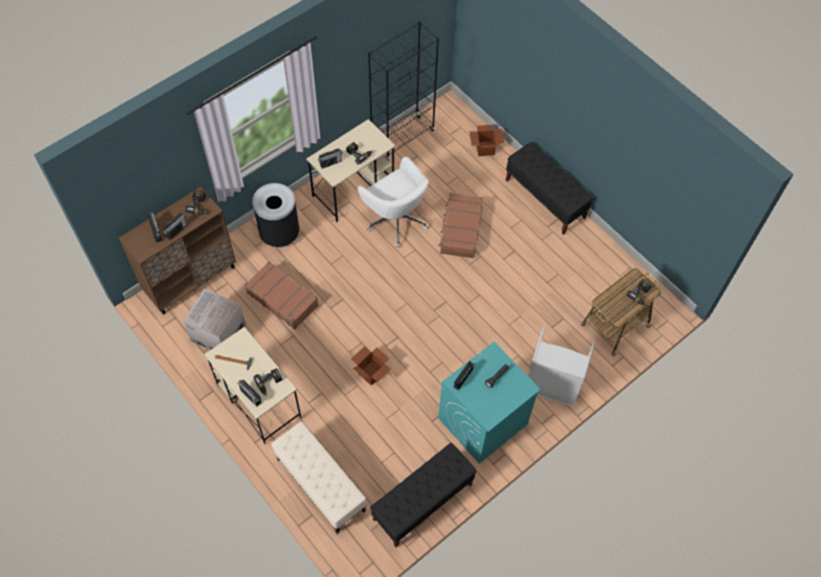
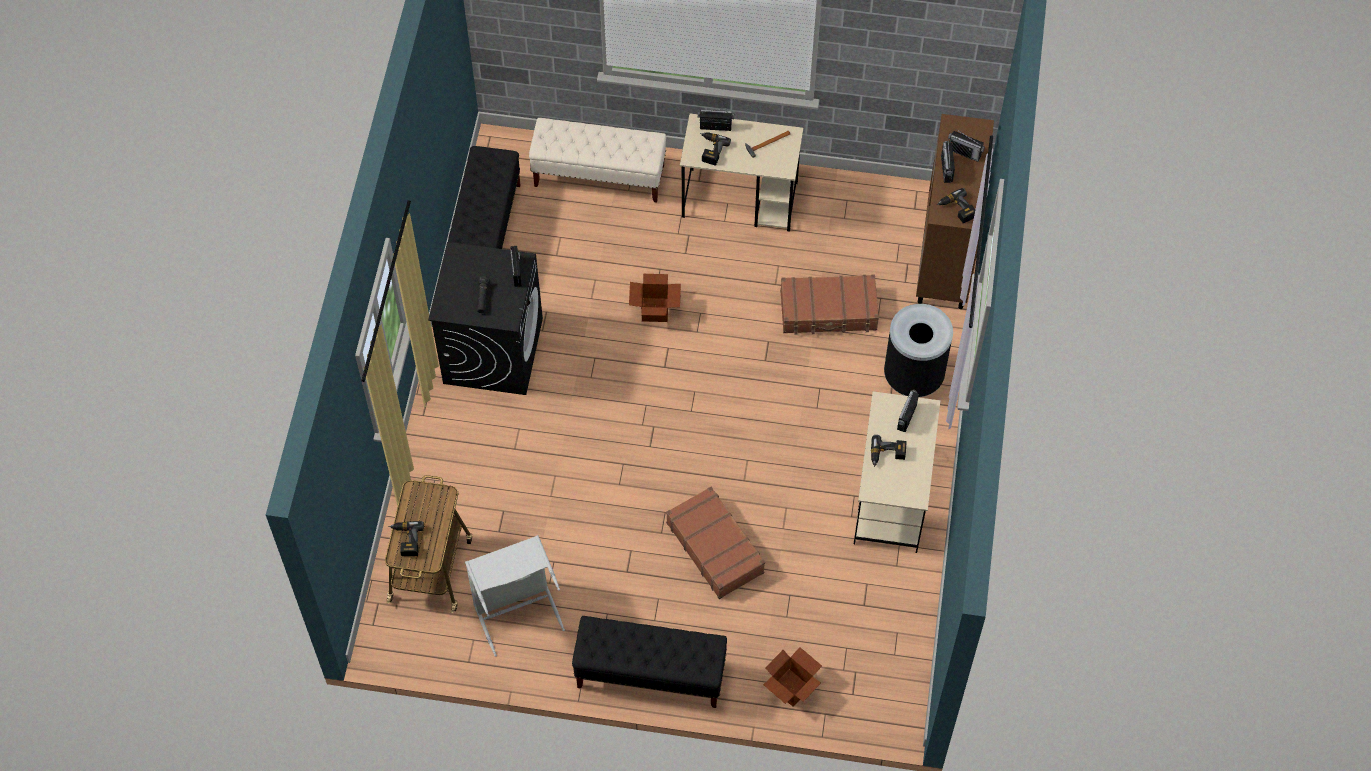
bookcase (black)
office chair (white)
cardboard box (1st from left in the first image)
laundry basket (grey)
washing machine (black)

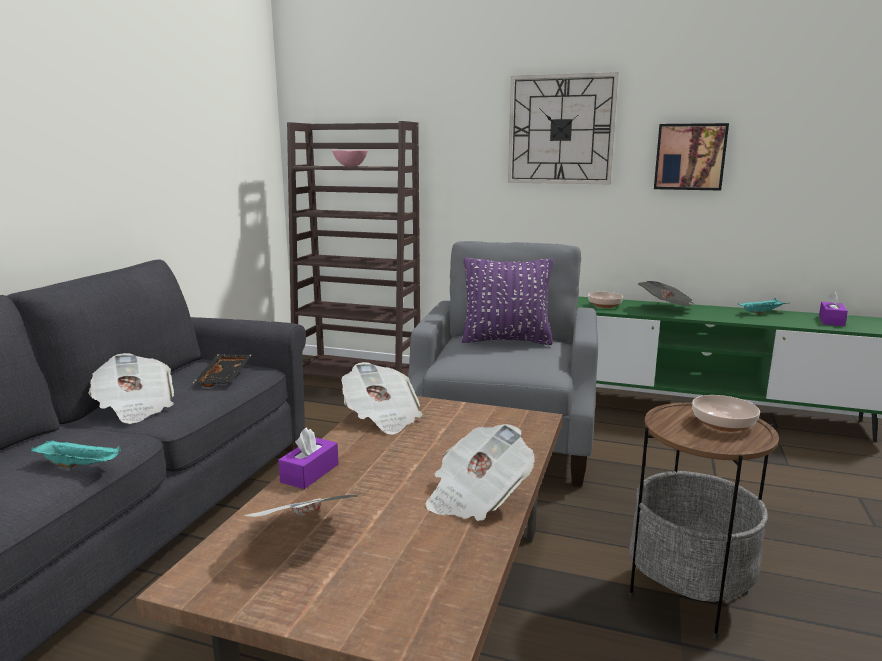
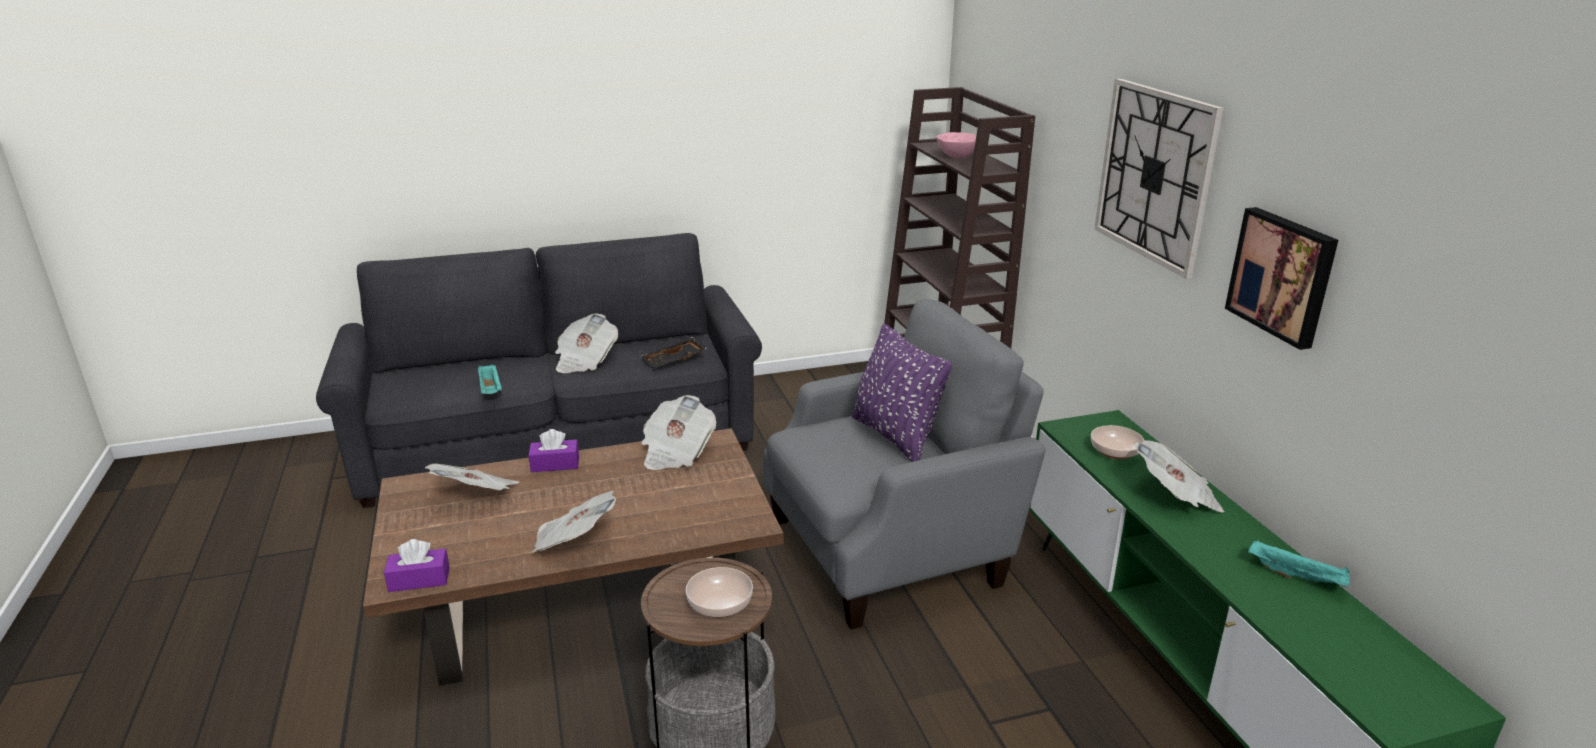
tissue box (purple) (1st from left)

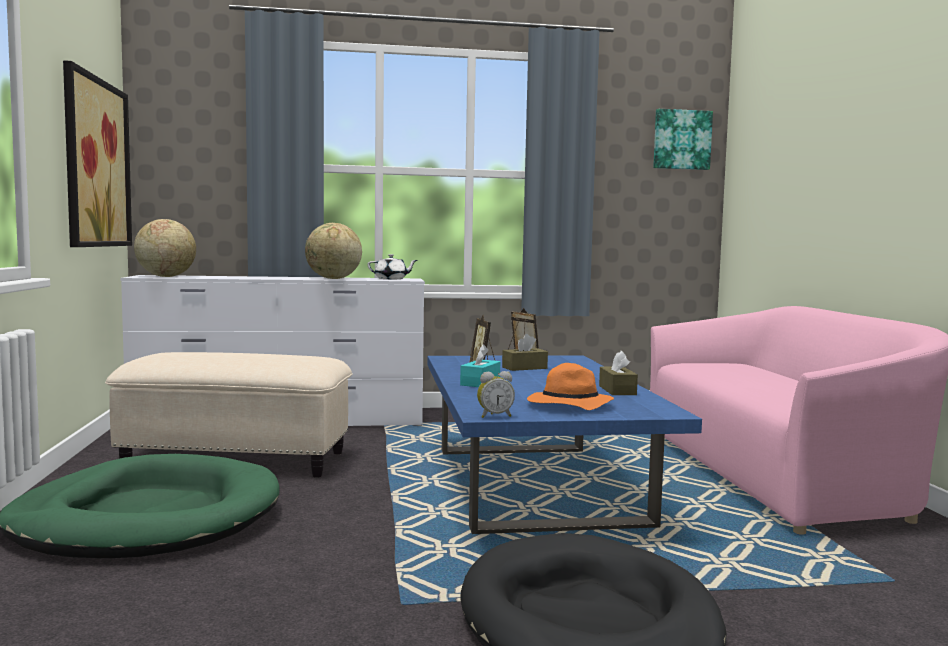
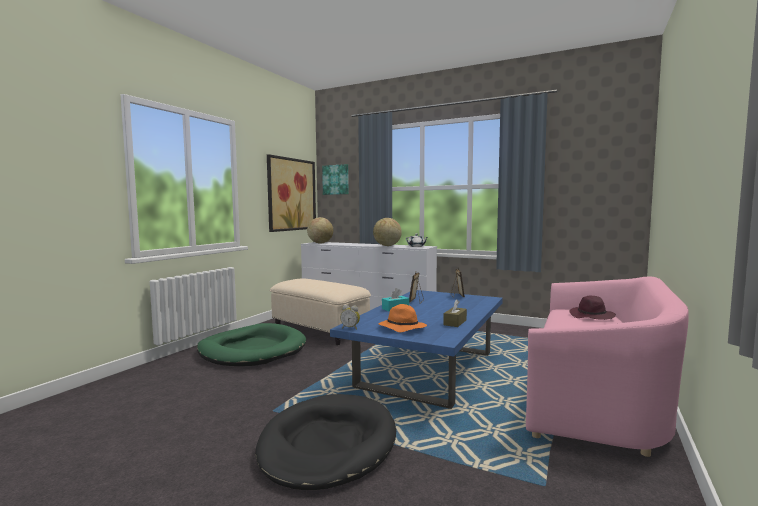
picture (2nd from left)
tissue box (brown) (1st from left in the first image)
hat (purple)

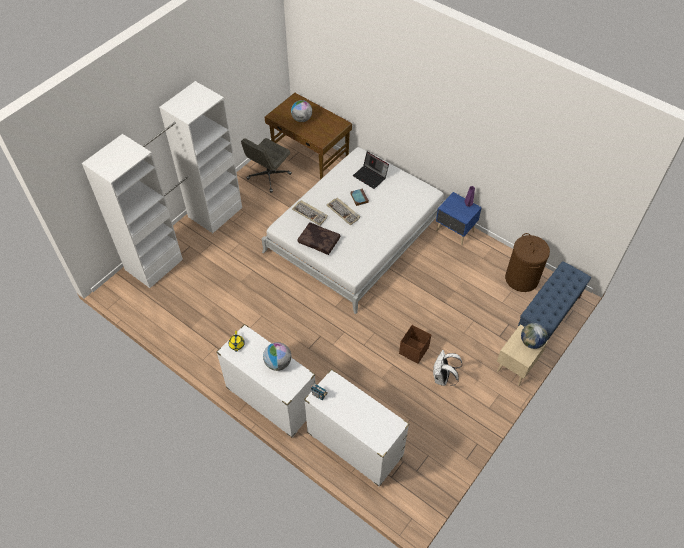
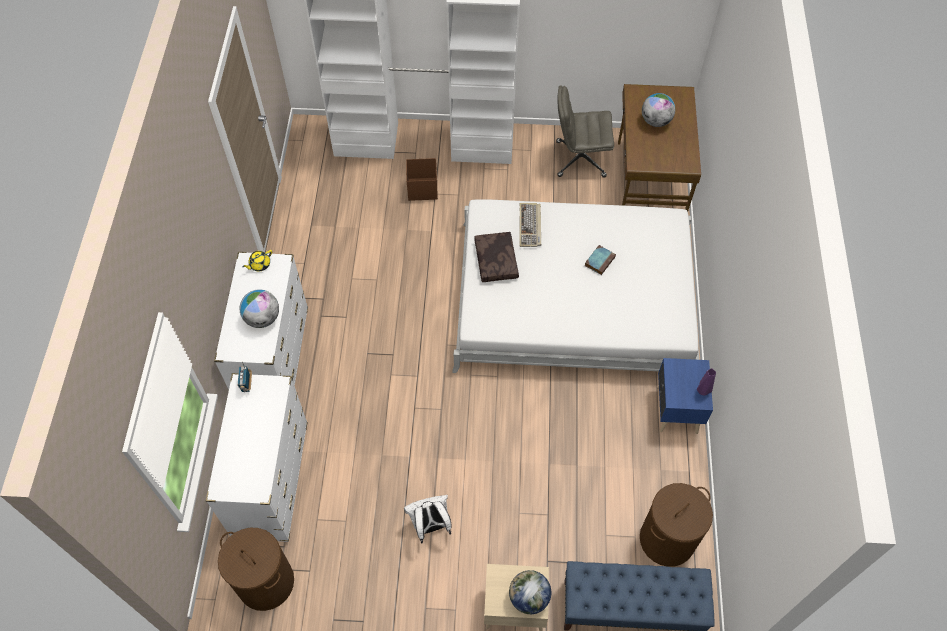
laptop
keyboard (2nd from left in the first image)
storage box (brown)
laundry basket (brown) (1st from left)

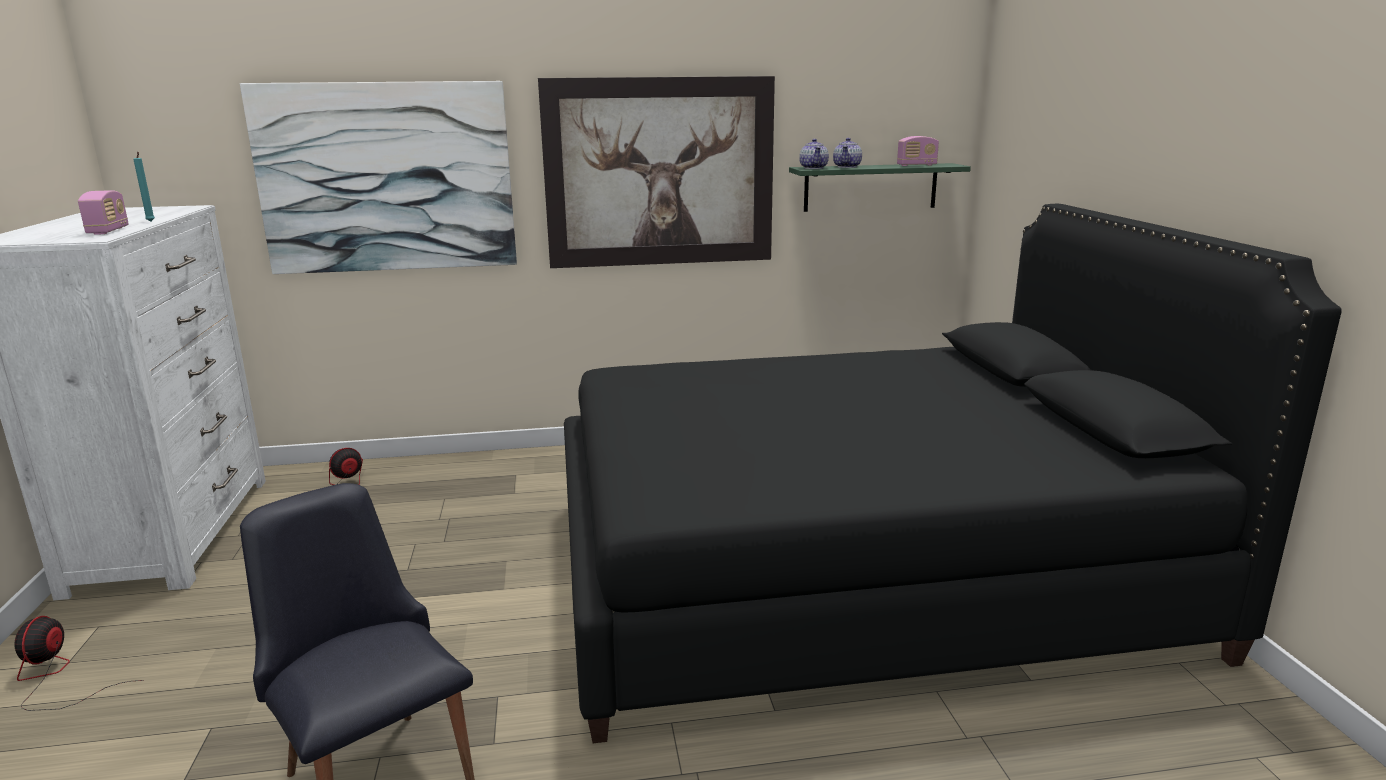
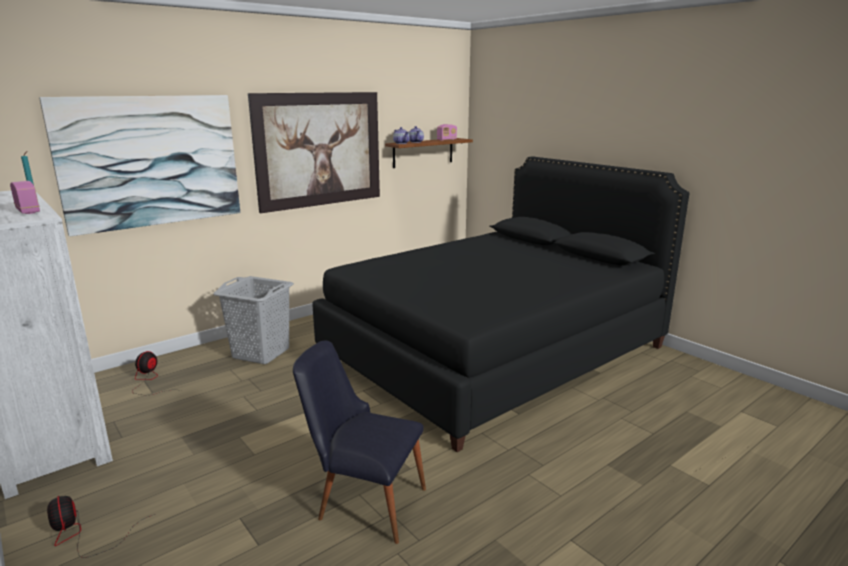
shelf (brown)
laundry basket (grey)

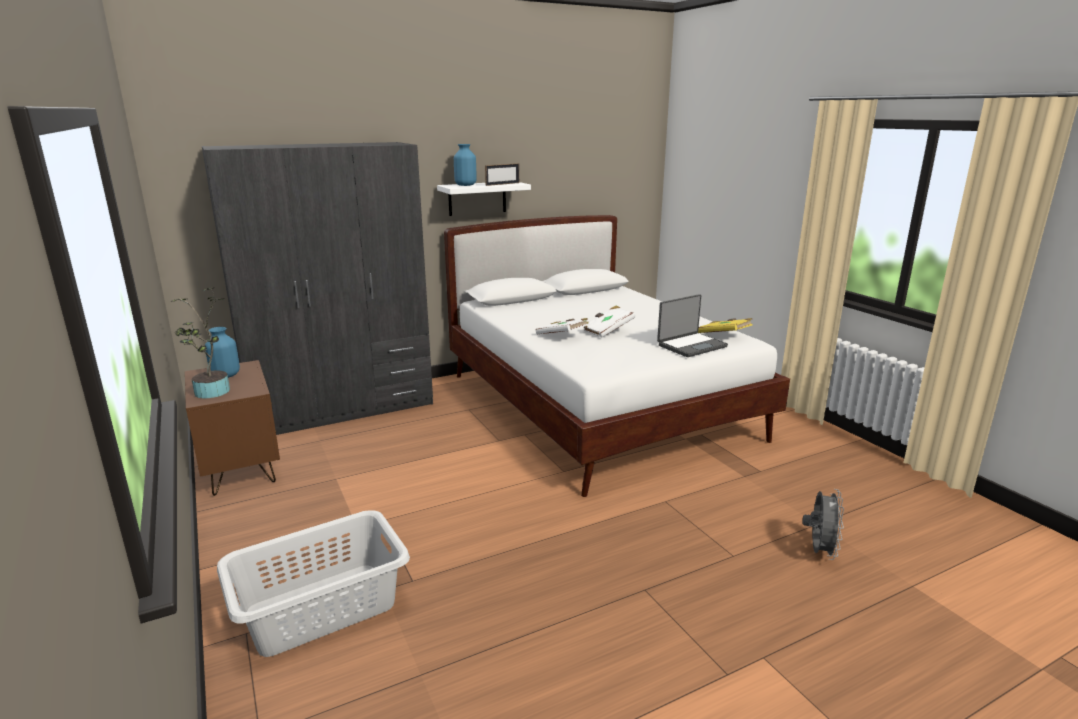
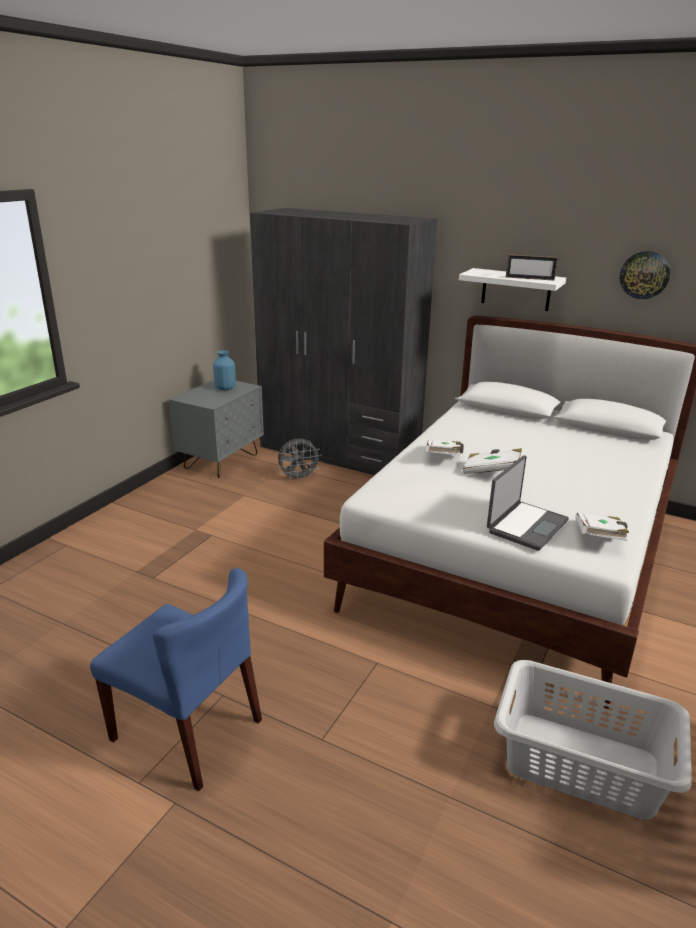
vase (blue) (2nd from left in the first image)
potted plant
laptop
book (white) (3rd from left)
nightstand (grey)
fan (grey)
laundry basket (grey)
wall clock
chair (blue)

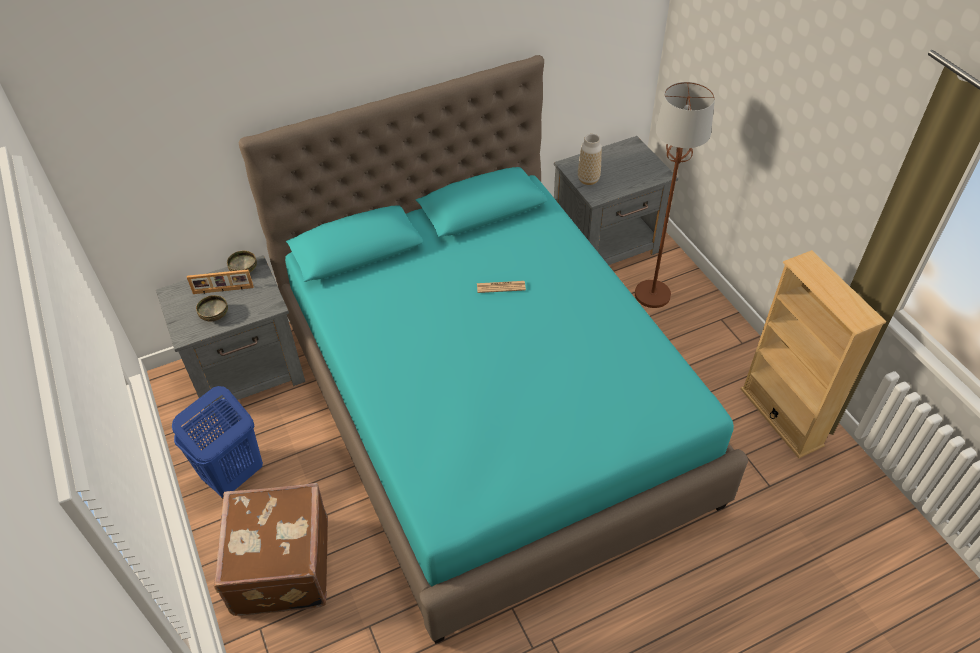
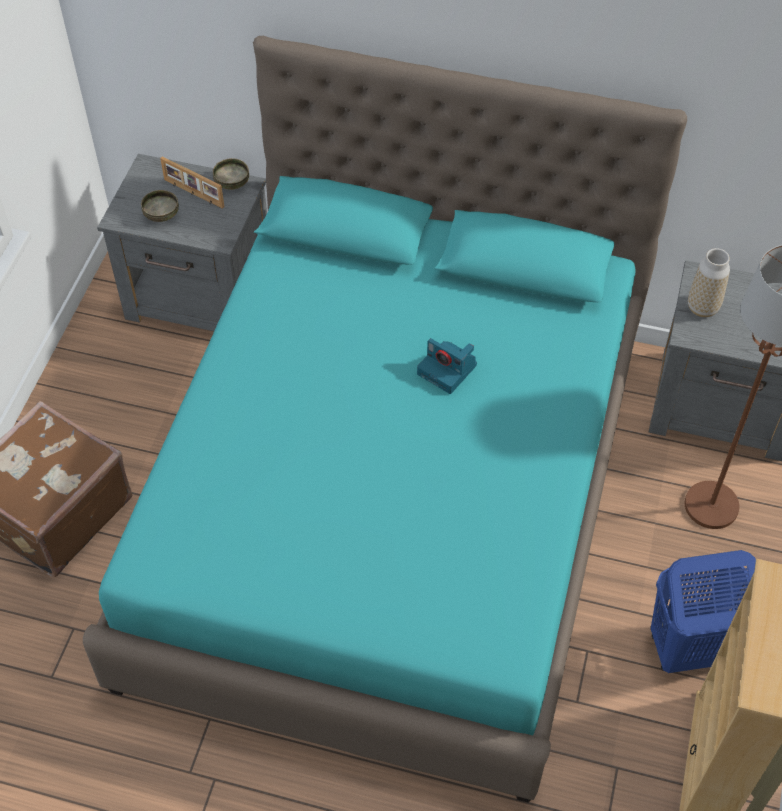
photo camera
laundry basket (blue)

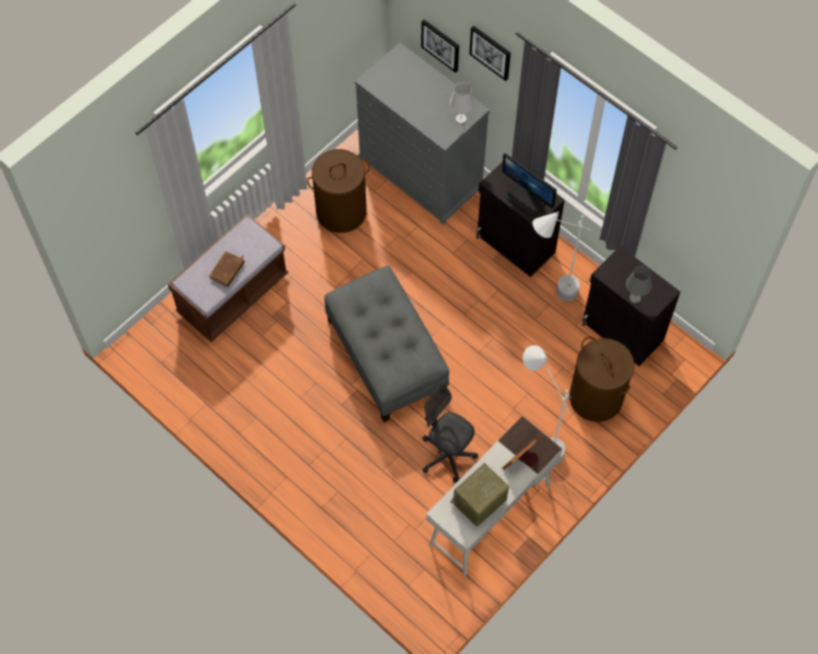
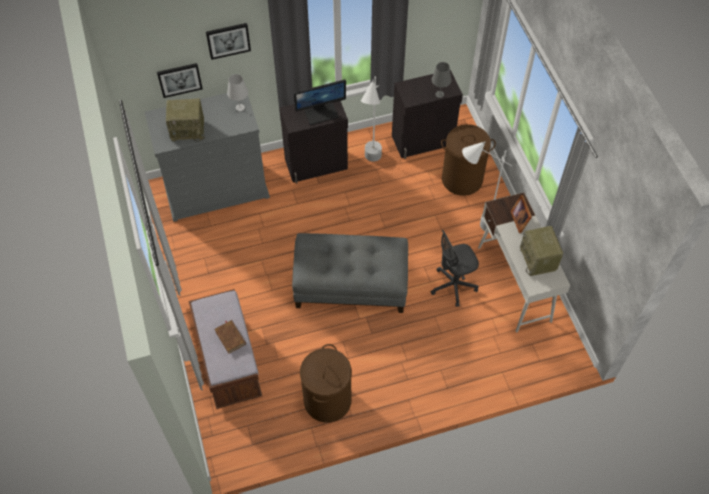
laundry basket (brown) (1st from left)
radio (1st from left)

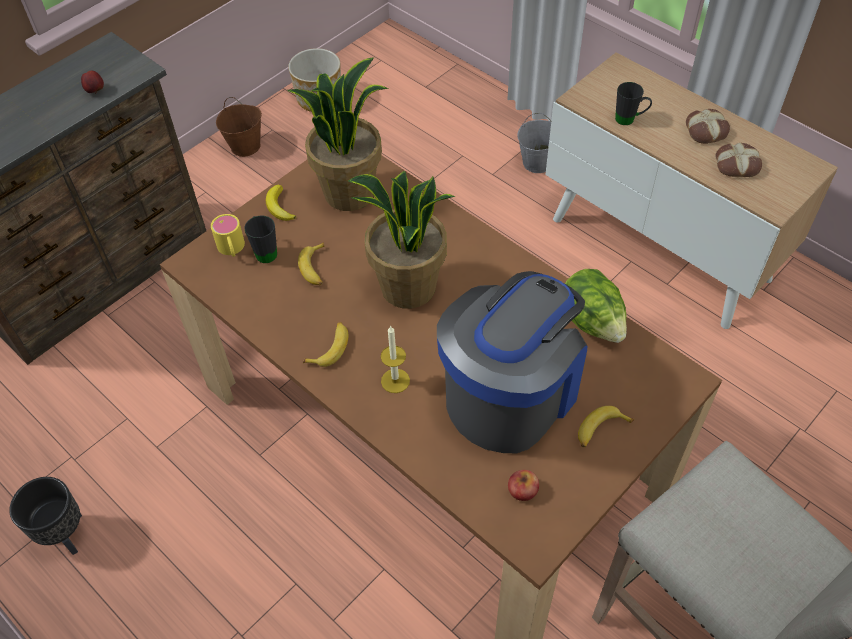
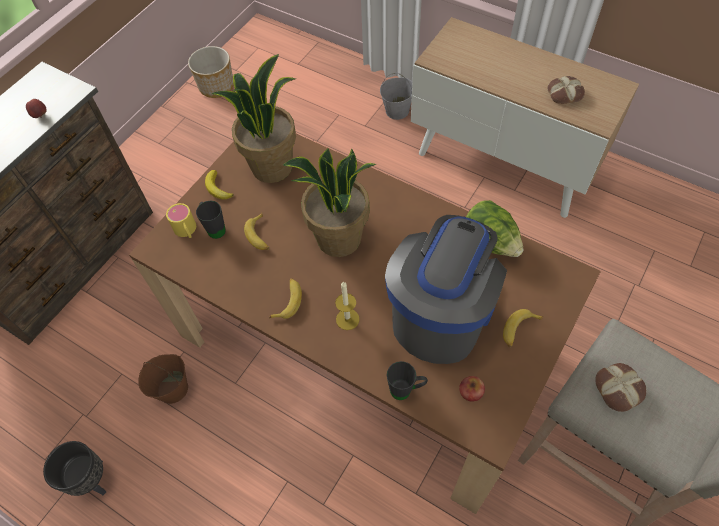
mug (black) (2nd from left)
bucket (brown)
bread (2nd from left)

